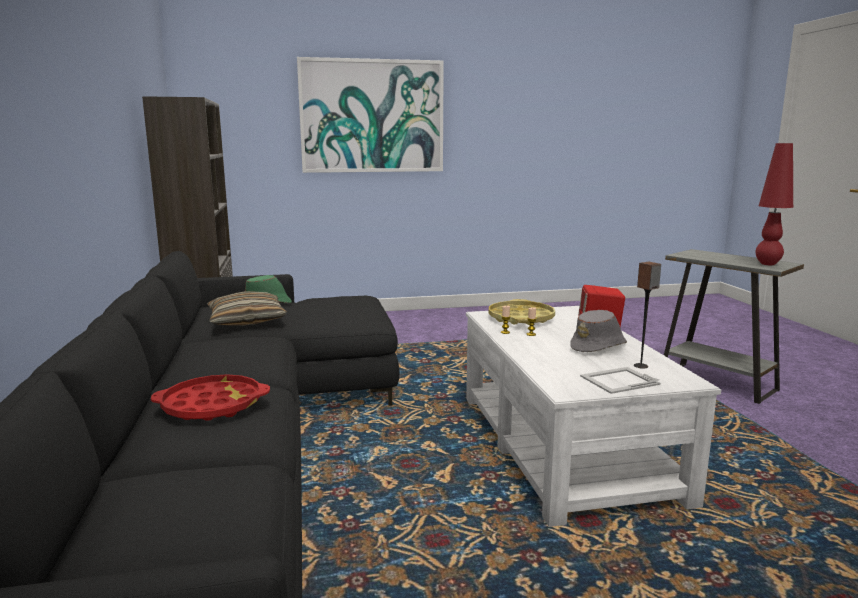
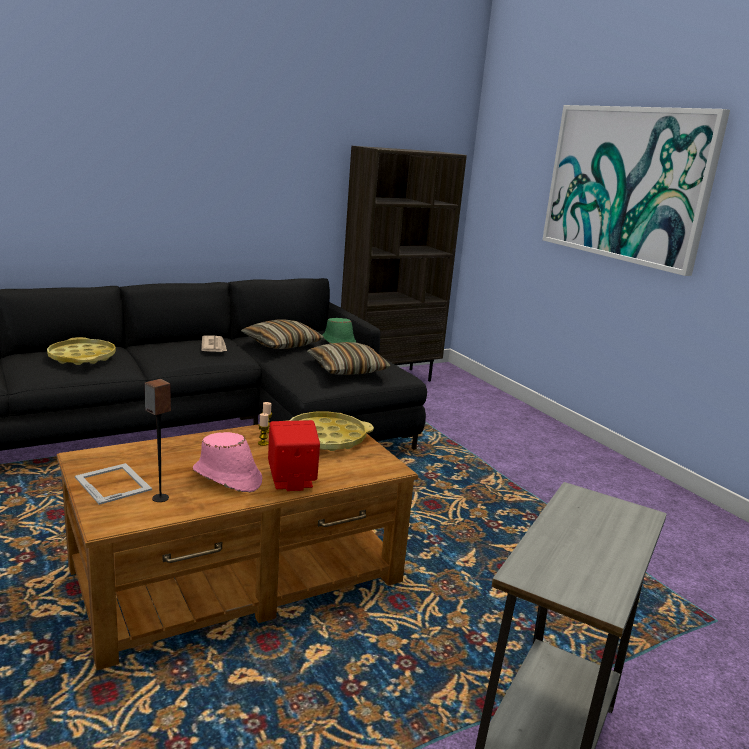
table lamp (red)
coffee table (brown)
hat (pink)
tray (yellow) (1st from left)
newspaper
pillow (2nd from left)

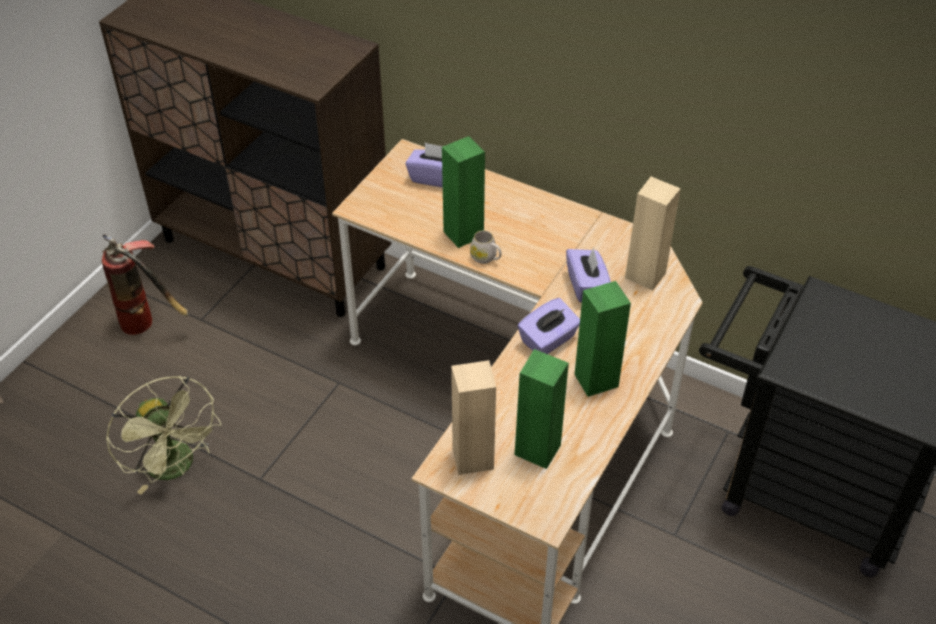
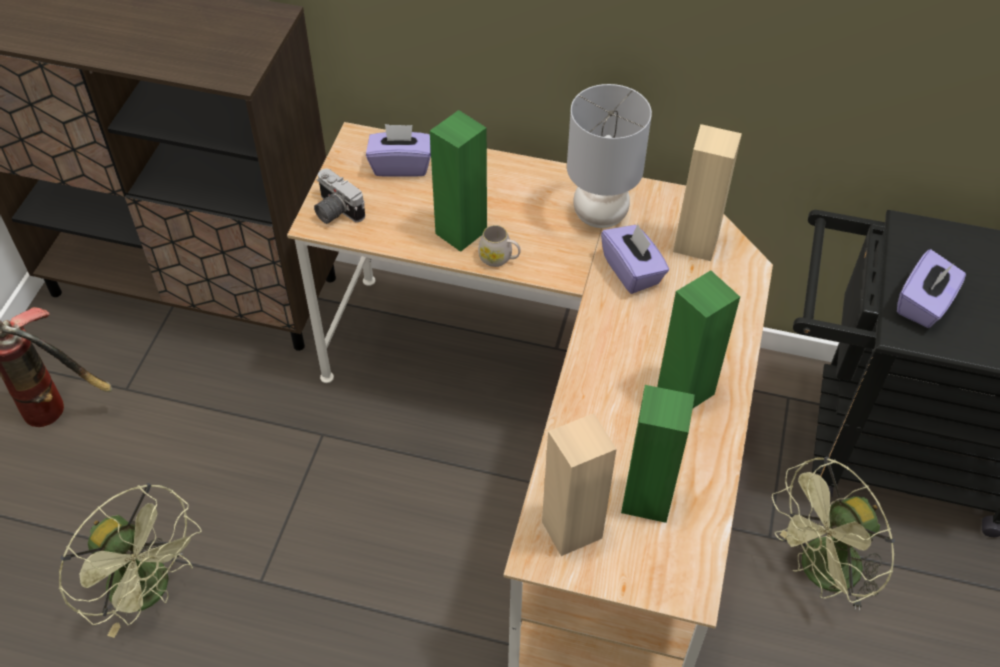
tissue box (purple) (3rd from left)
table lamp (grey)
photo camera
fan (green) (2nd from left)

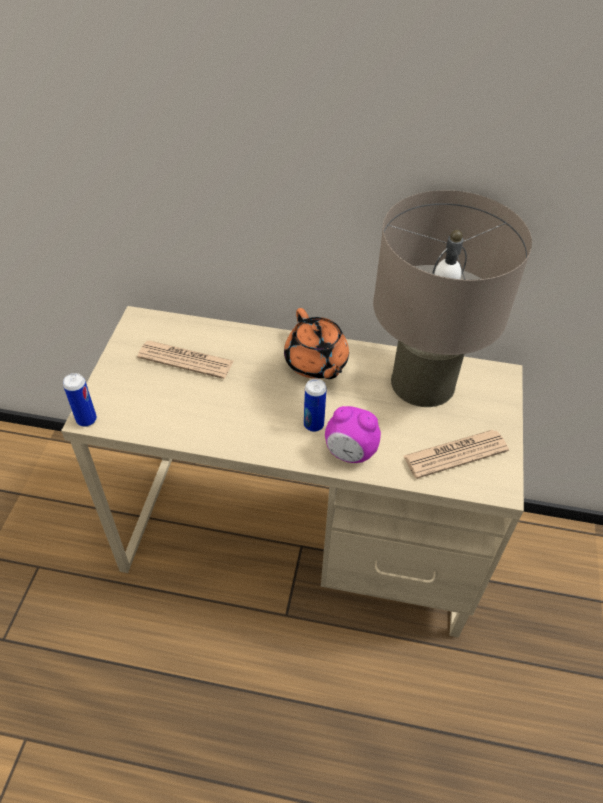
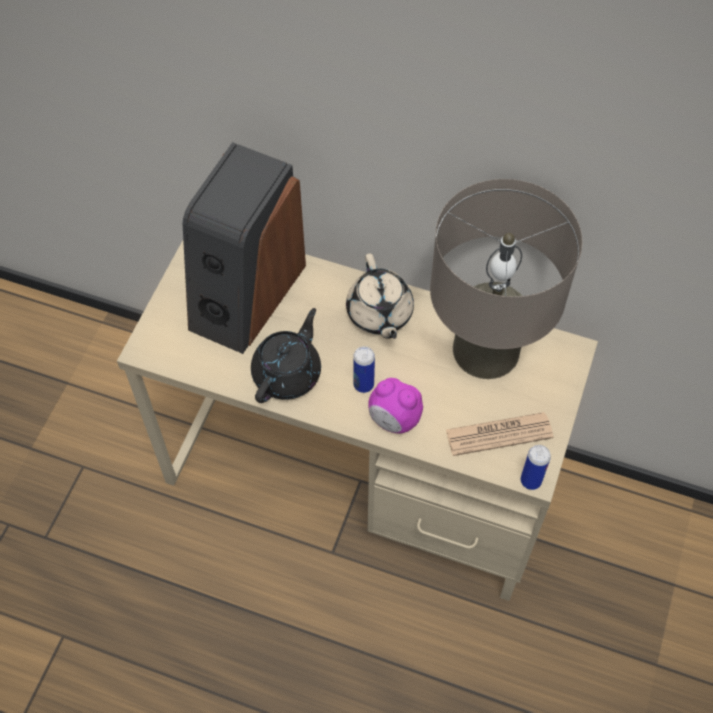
teapot (beige)
speaker
can (2nd from left)
teapot (black)

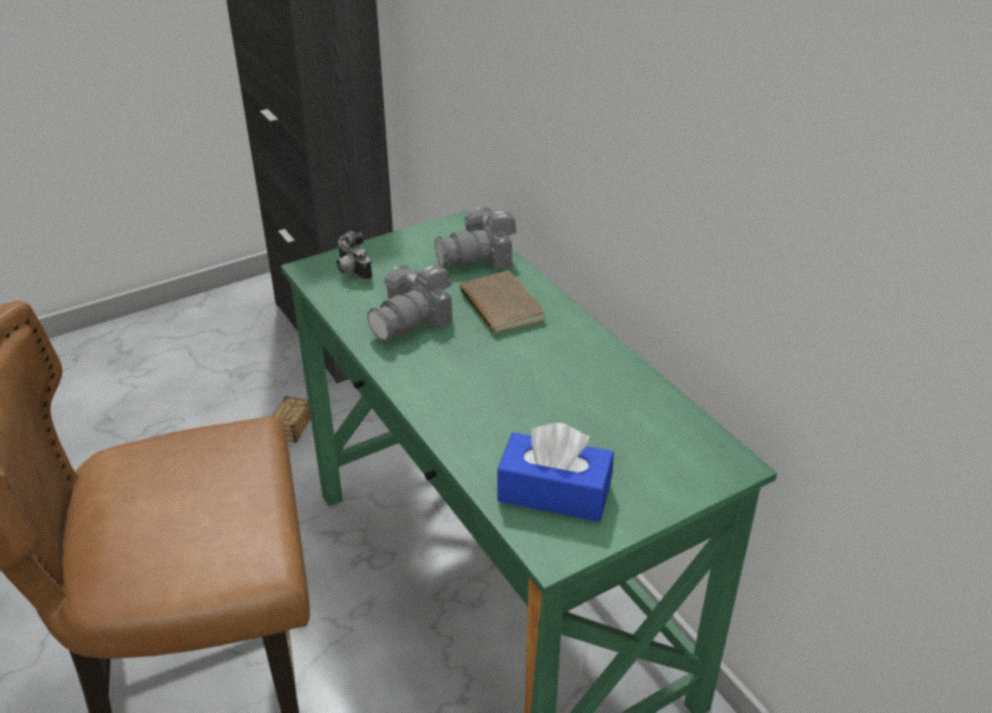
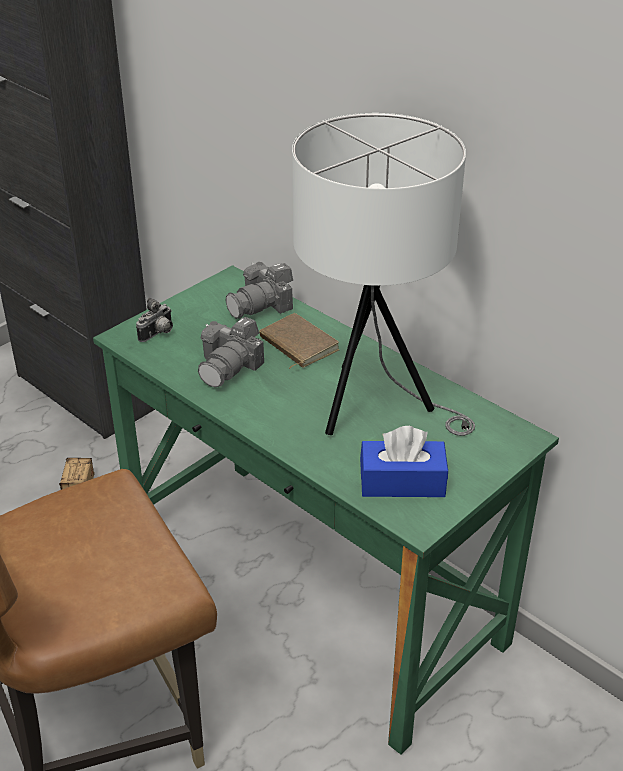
photo camera (1st from left)
table lamp (white)

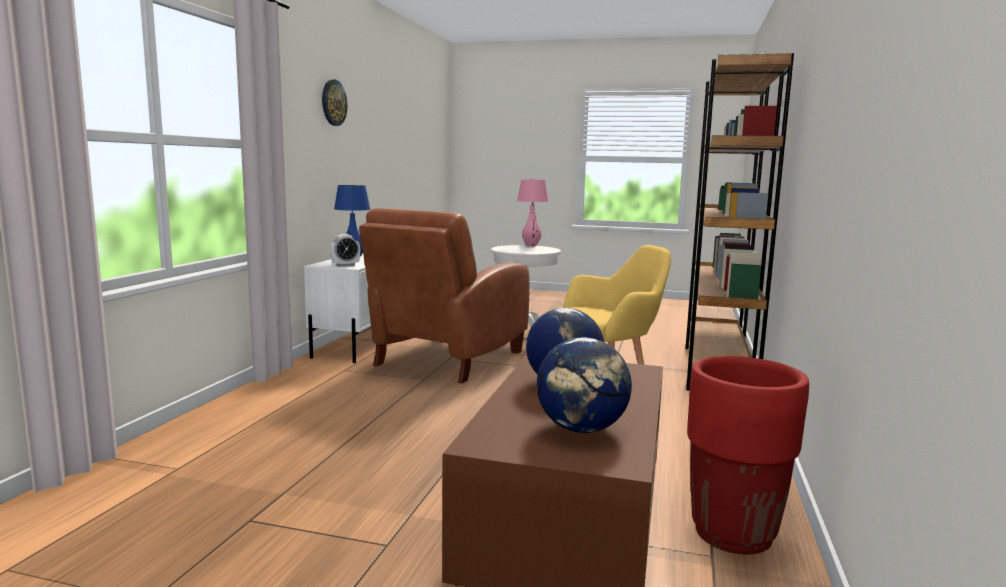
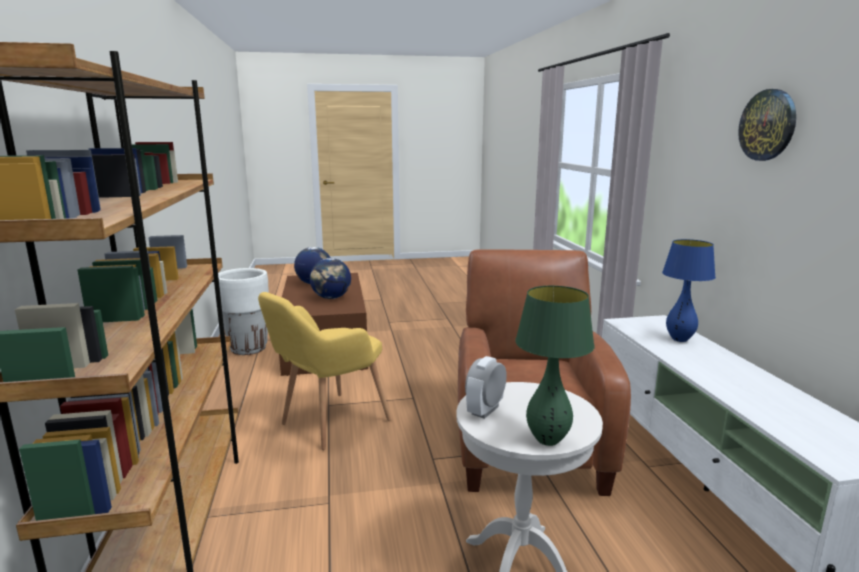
table lamp (green)
alarm clock
planter (white)

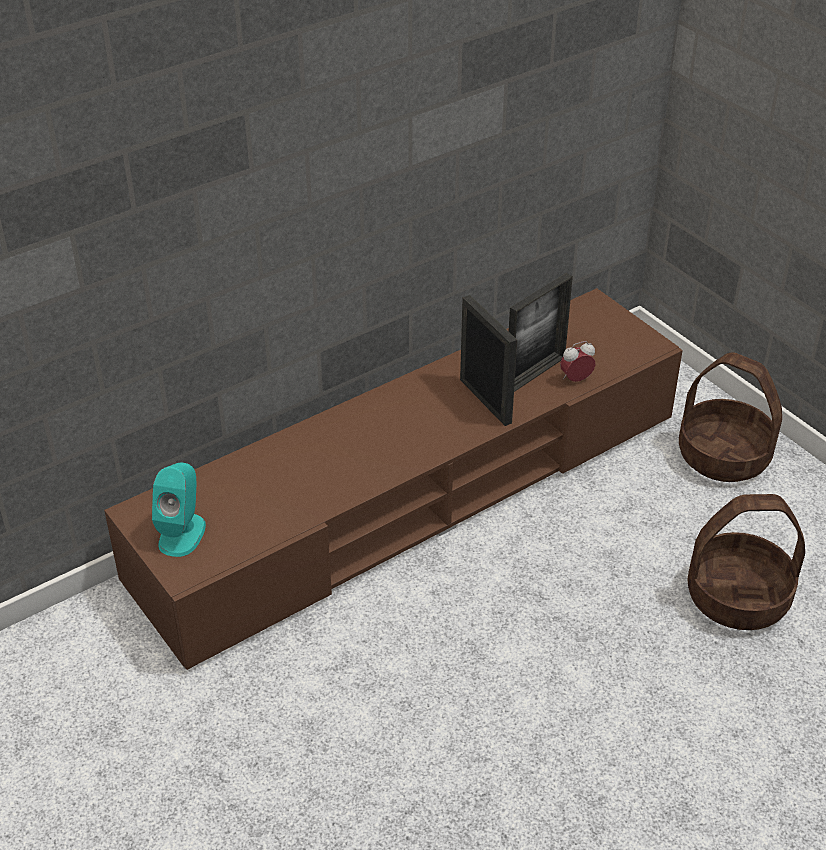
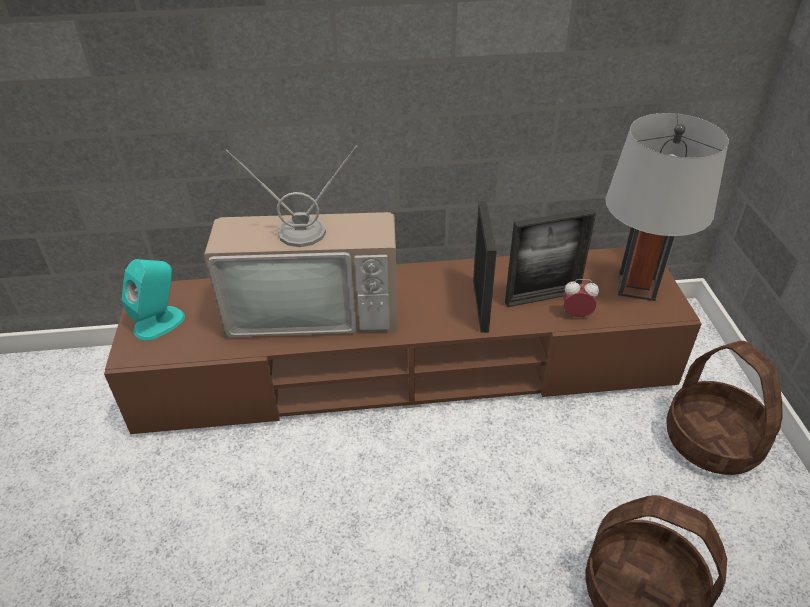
table lamp (grey)
television

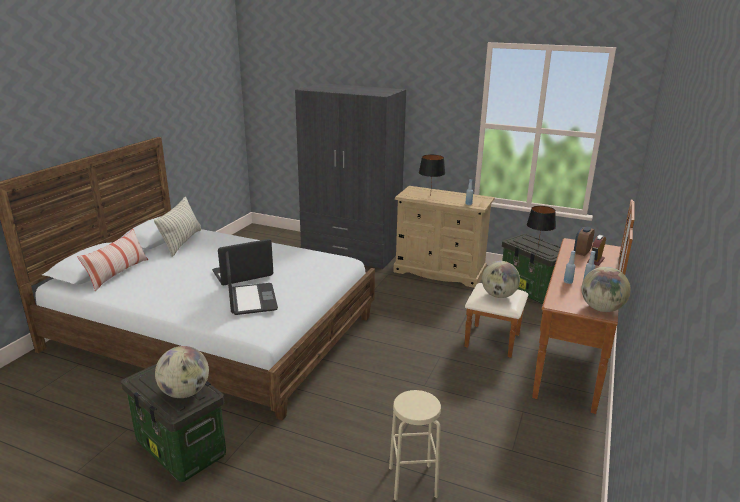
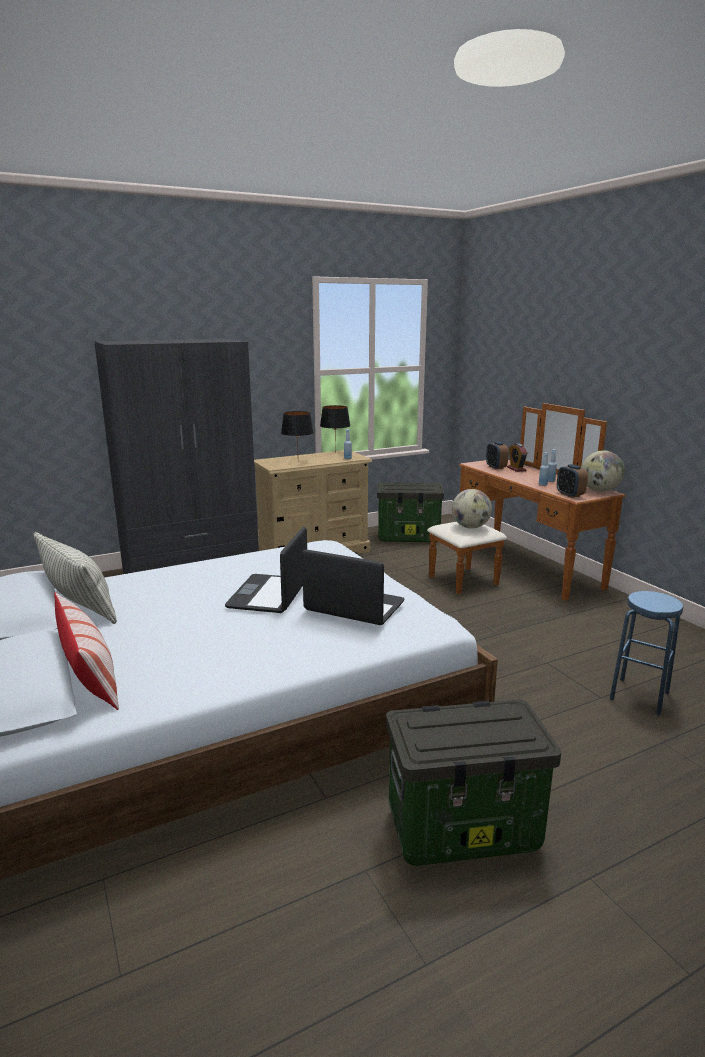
table lamp (black) (2nd from left)
globe (1st from left in the first image)
stool (blue)
alarm clock (3rd from left)

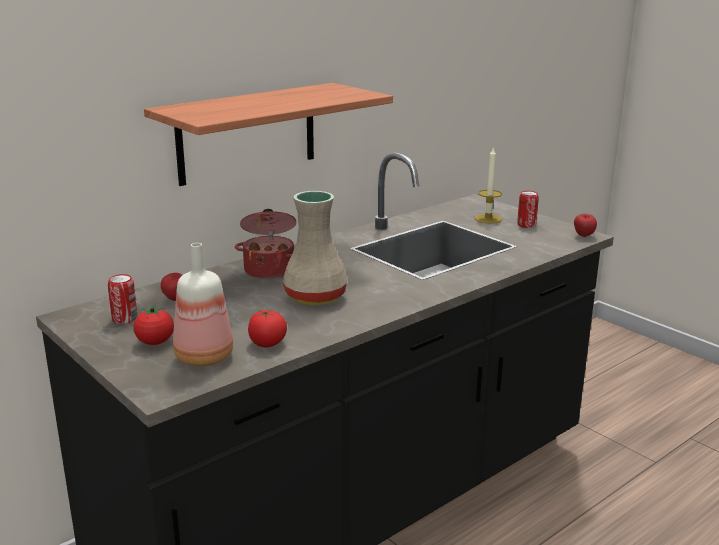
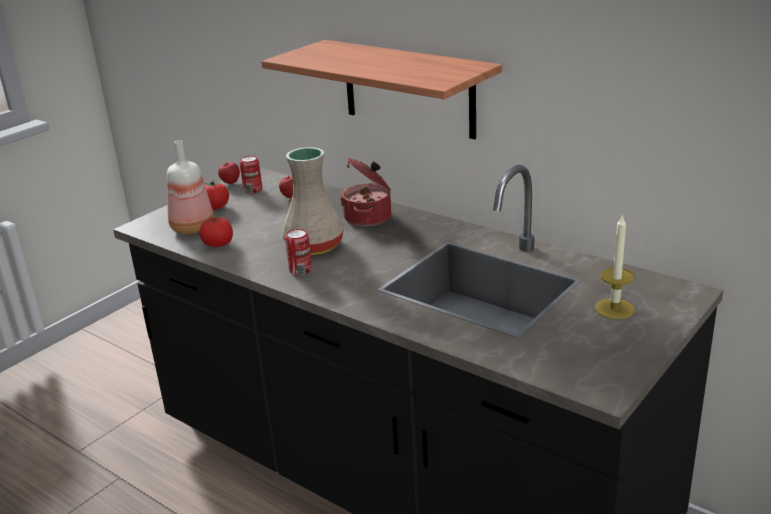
can (2nd from left)
apple (1st from left)

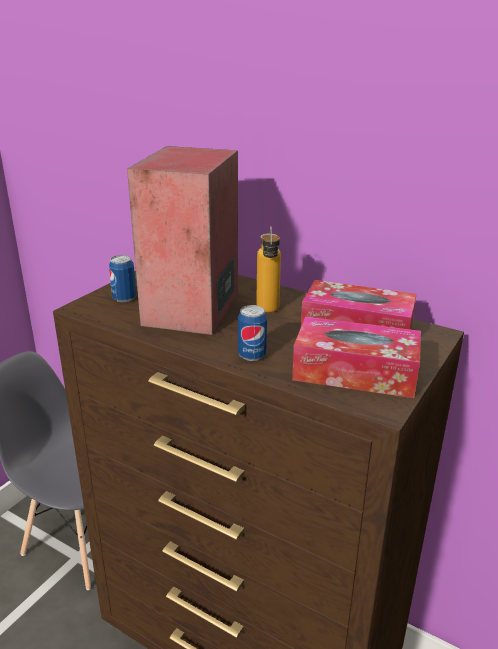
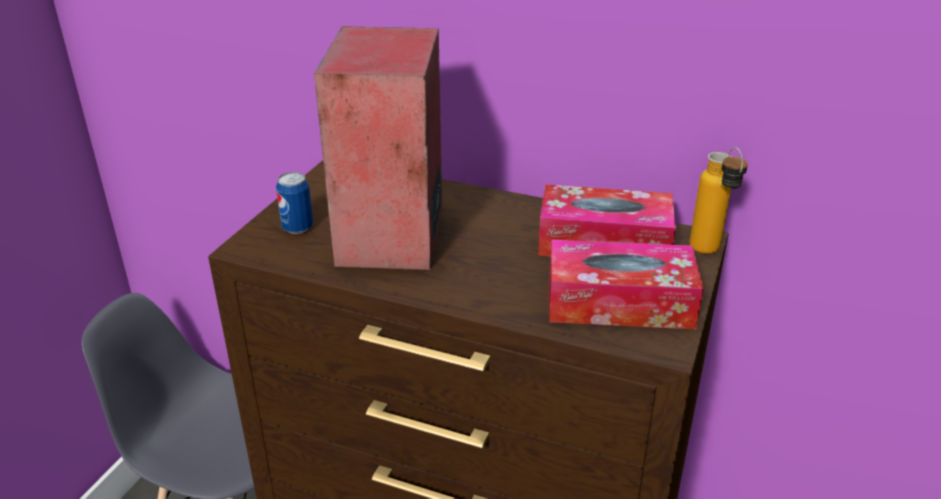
bottle
can (2nd from left in the first image)

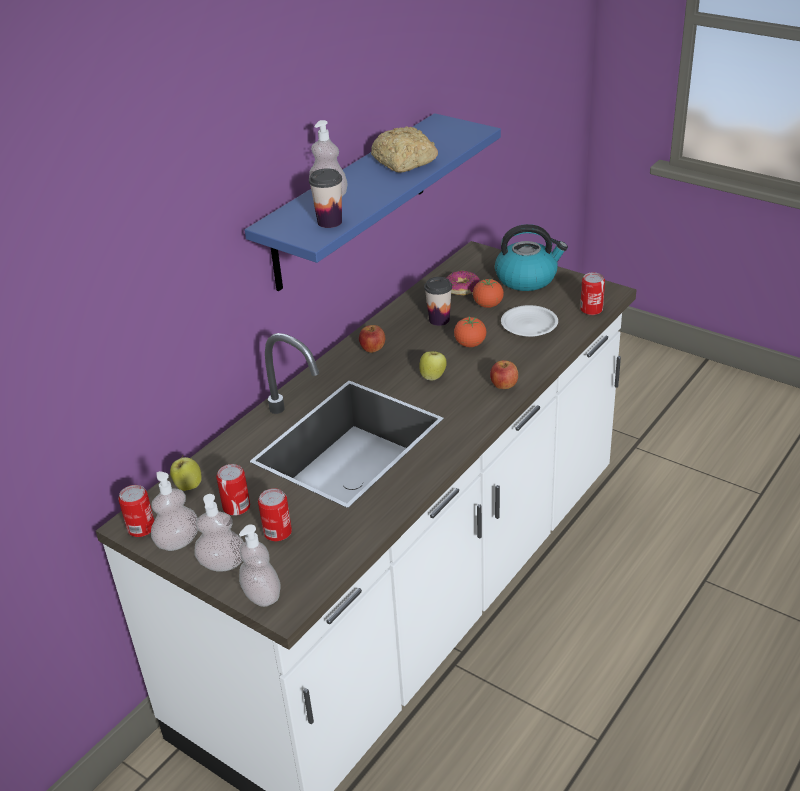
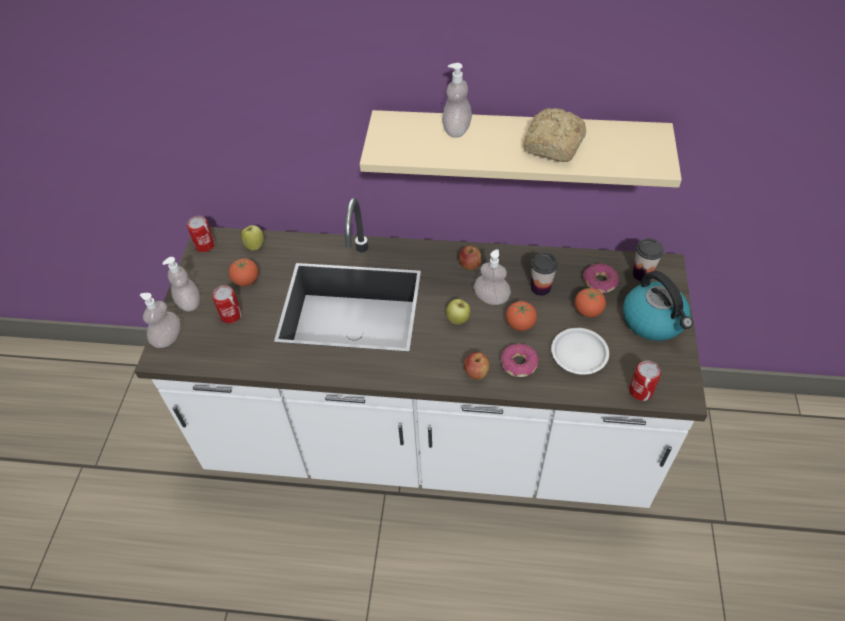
shelf (beige)
cup (2nd from left)
tomato (1st from left)
soap dispenser (4th from left)
donut (1st from left)

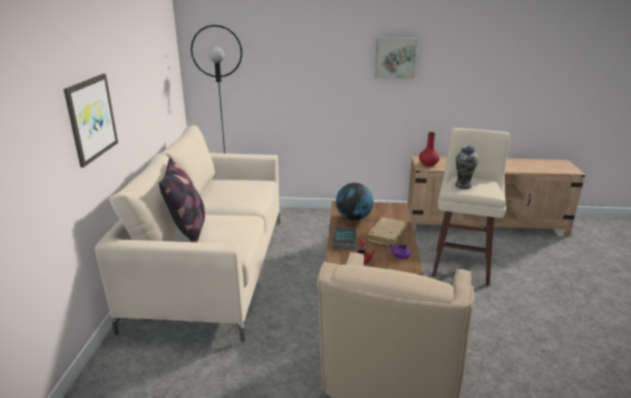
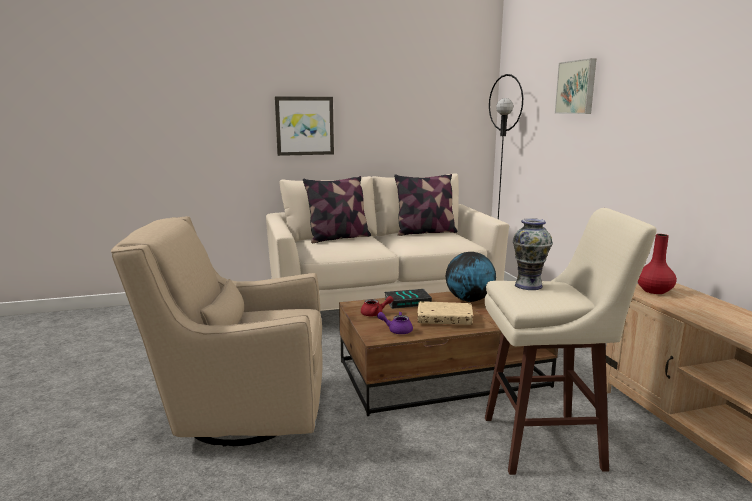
picture (2nd from left)
pillow (2nd from left)

